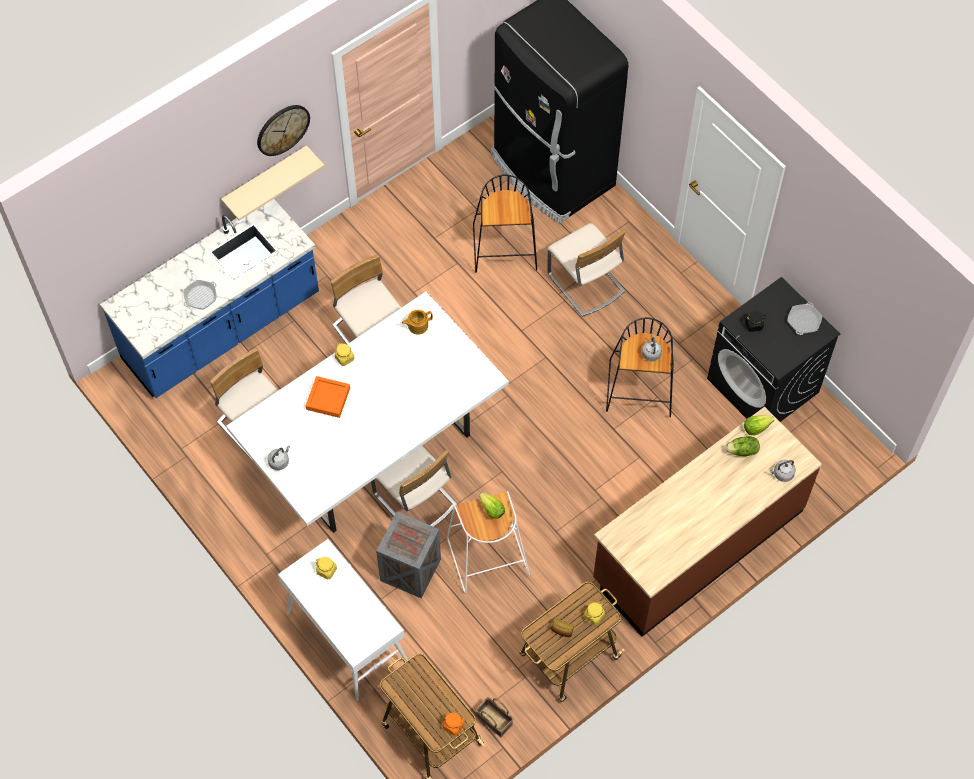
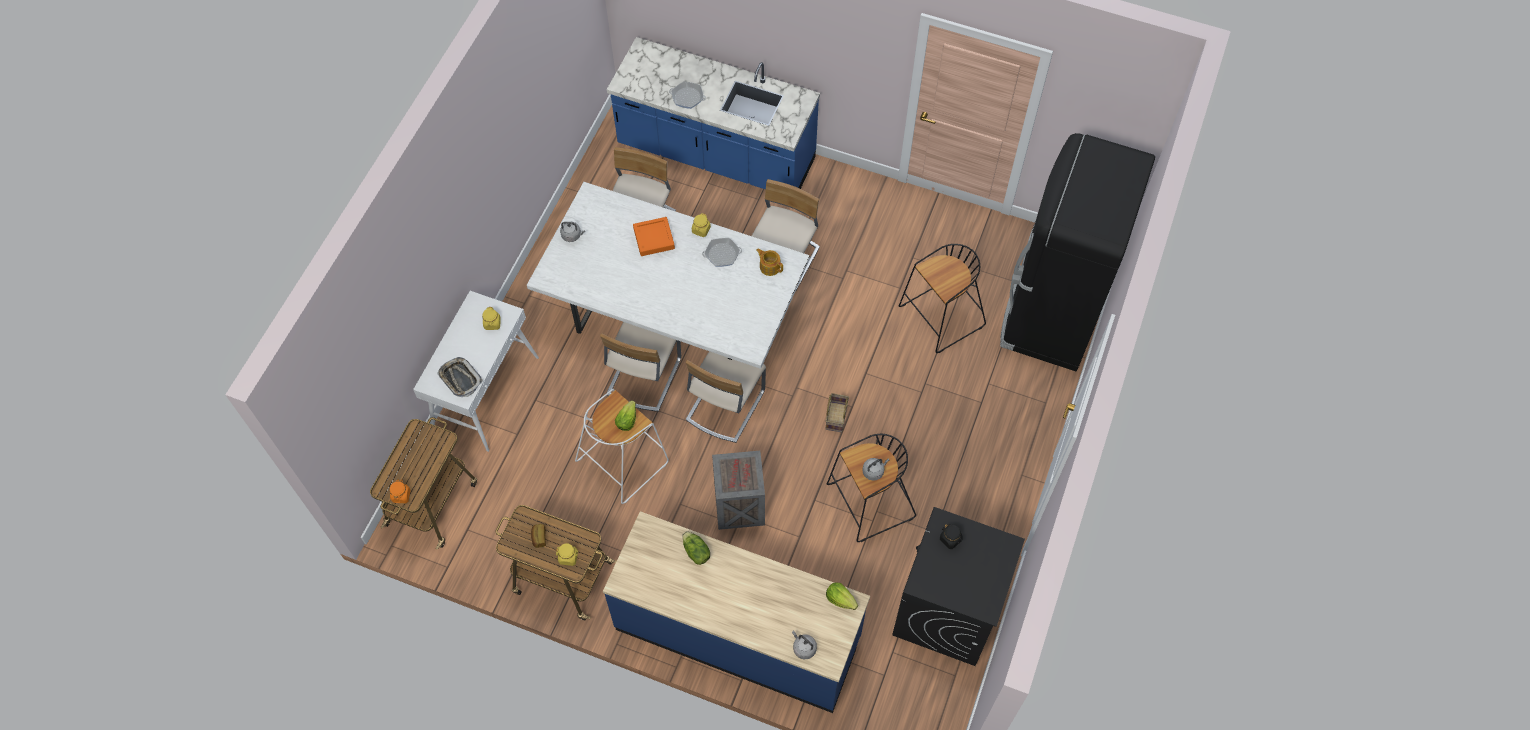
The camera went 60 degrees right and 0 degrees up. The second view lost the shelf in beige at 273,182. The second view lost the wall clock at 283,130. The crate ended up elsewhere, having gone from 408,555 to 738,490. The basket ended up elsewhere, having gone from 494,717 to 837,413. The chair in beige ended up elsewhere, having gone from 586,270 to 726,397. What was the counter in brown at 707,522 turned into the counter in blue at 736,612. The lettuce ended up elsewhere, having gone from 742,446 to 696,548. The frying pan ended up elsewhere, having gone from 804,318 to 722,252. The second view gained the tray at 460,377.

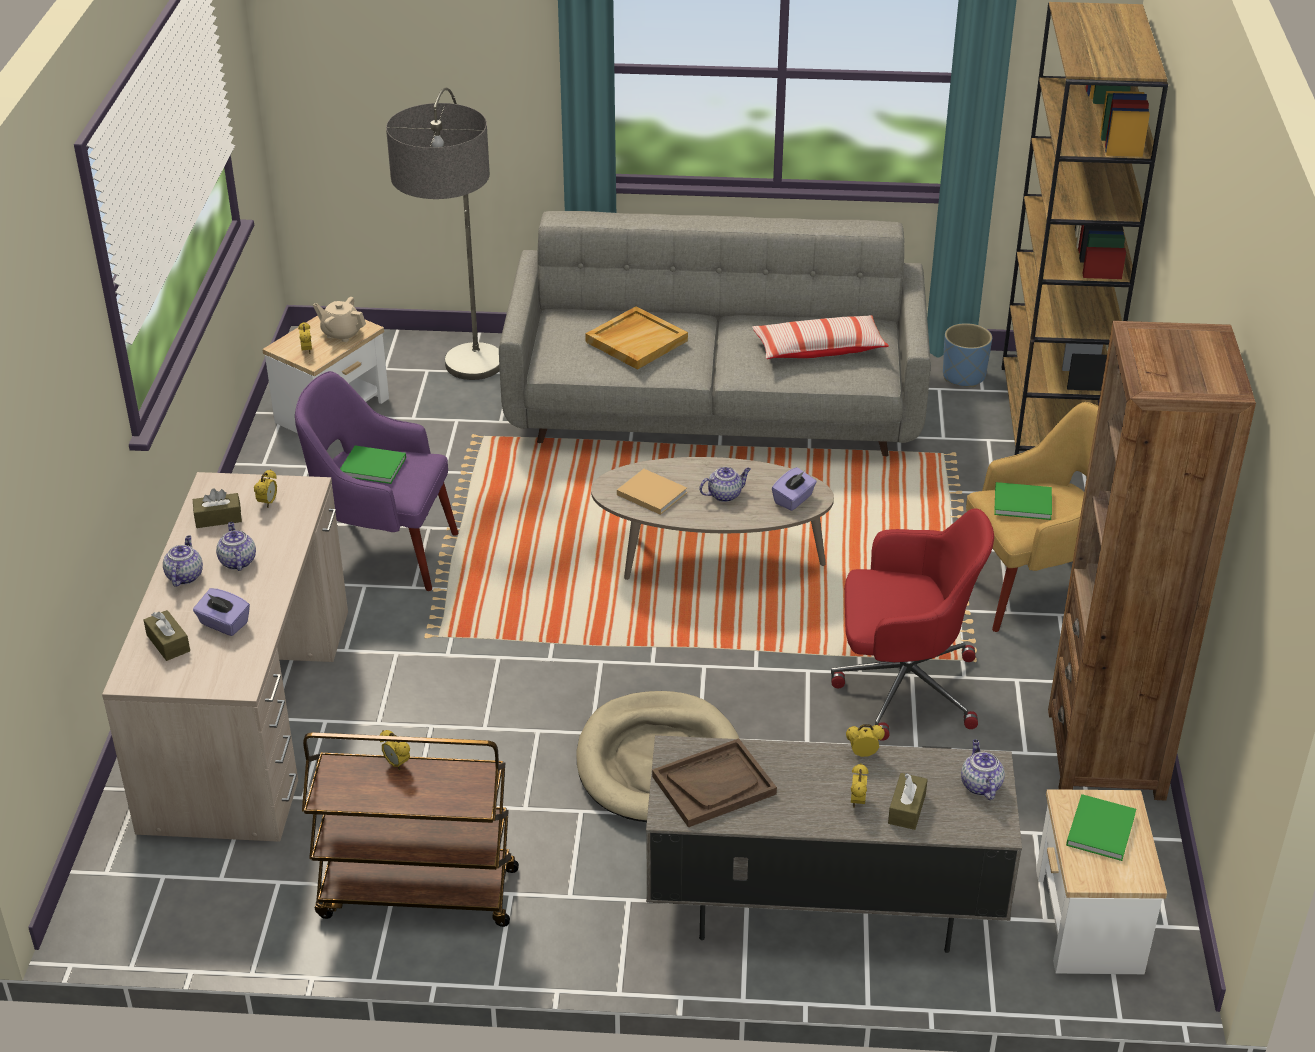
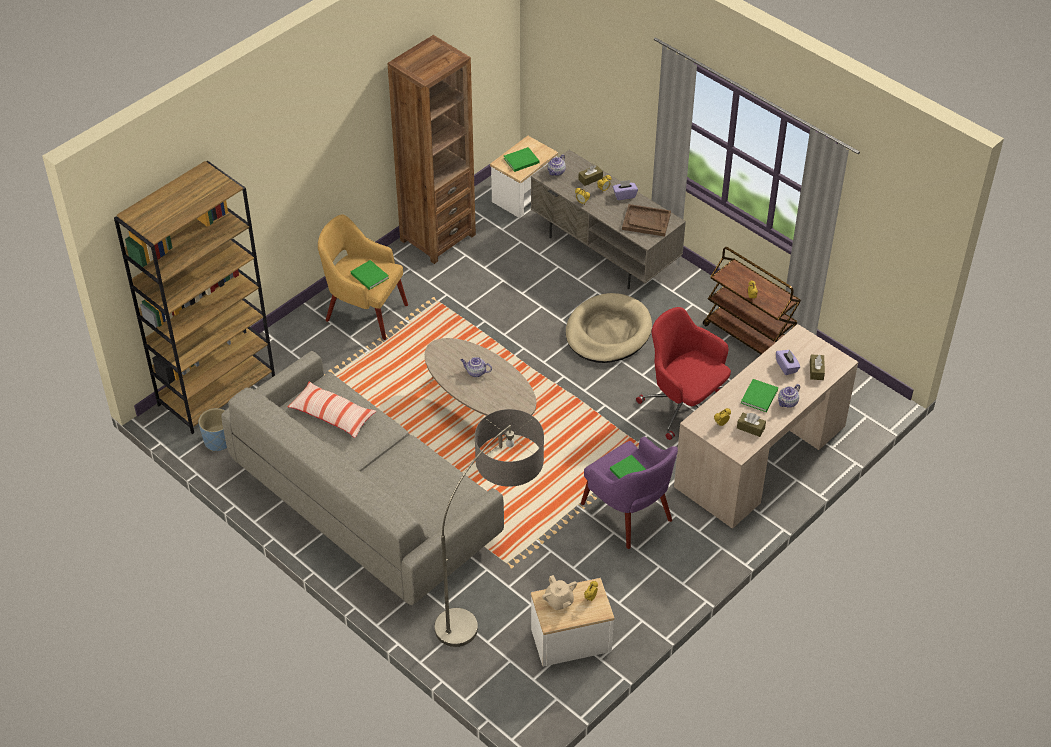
The camera went 140 degrees left and 10 degrees up. Where the teapot stood at 236,546, the book in green came to stand at 759,395. The second view lost the tray in beige at 636,338. The second view lost the book in beige at 652,492. The tissue box in purple ended up elsewhere, having gone from 794,489 to 625,190. The office chair in red ended up elsewhere, having gone from 912,624 to 683,373.

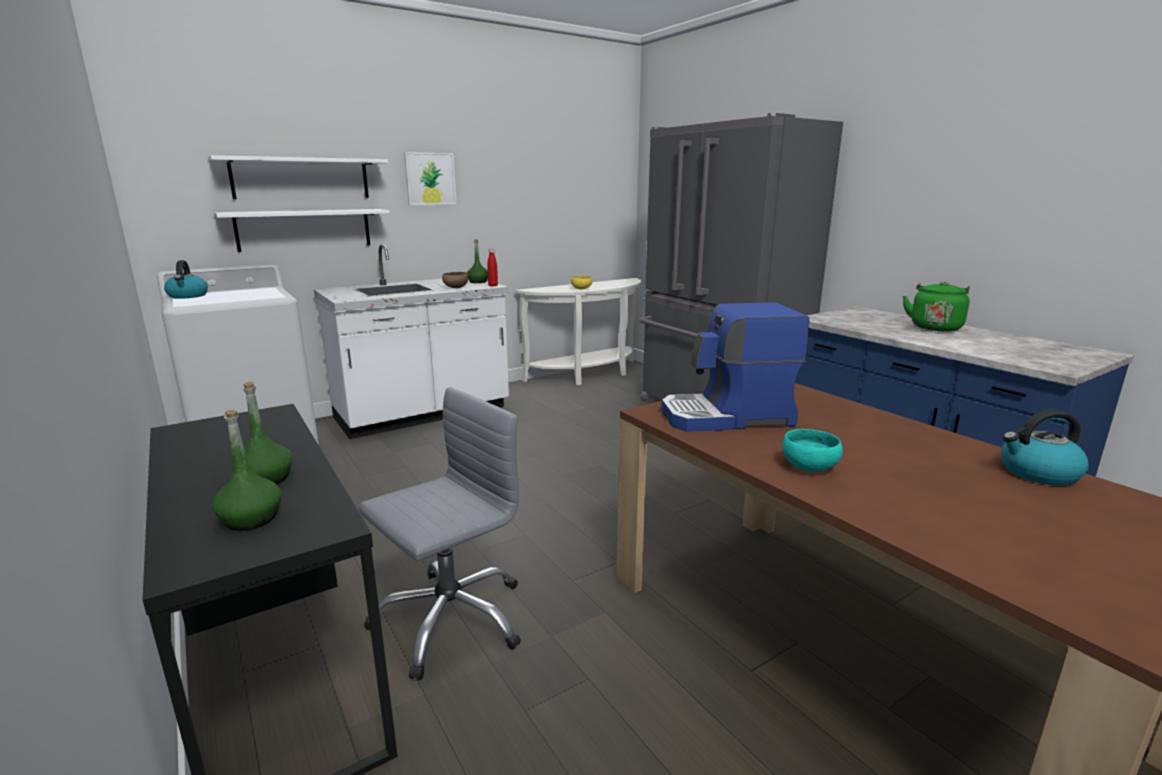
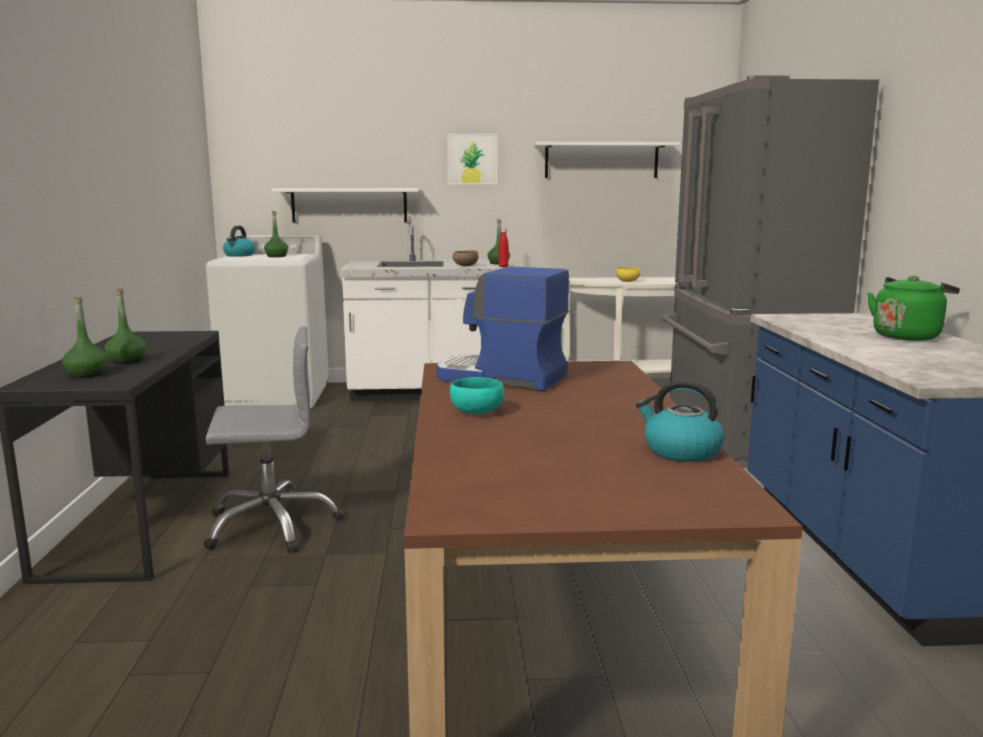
The camera went 30 degrees right and 5 degrees down. The shelf in white ended up elsewhere, having gone from 298,177 to 606,160. The second view gained the bottle in green at 276,234.

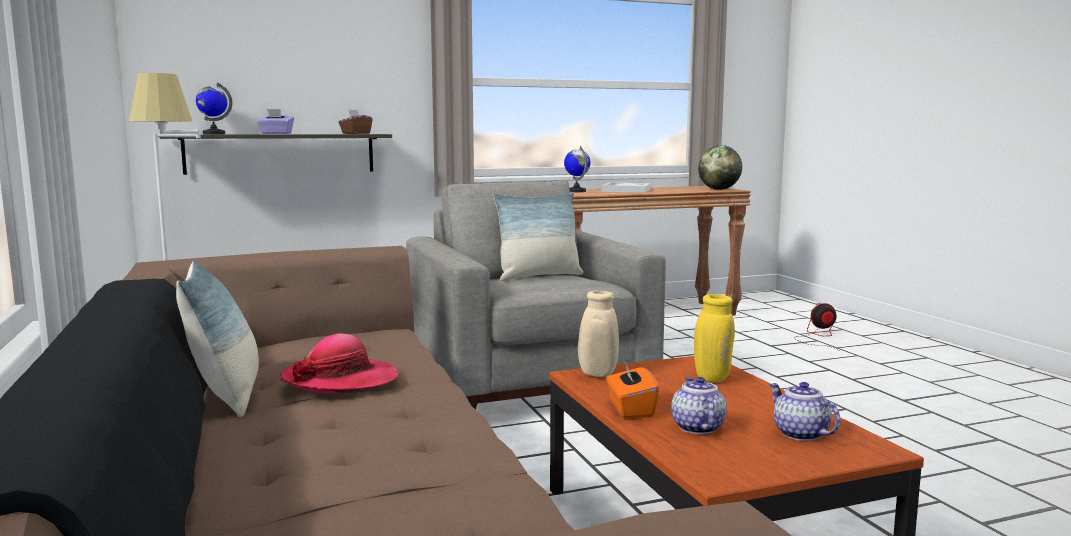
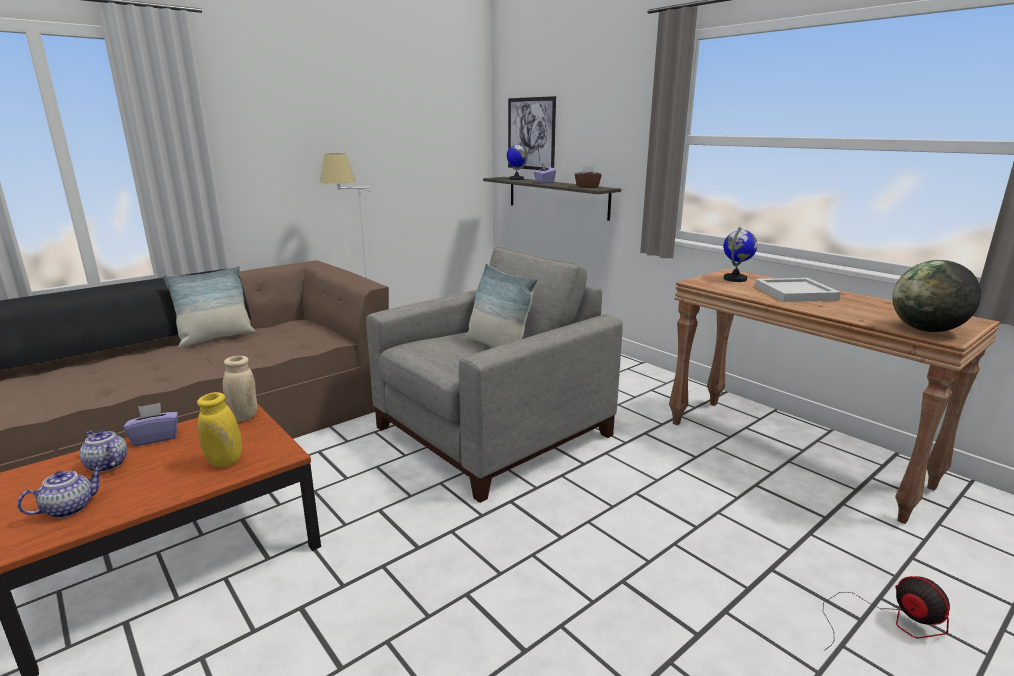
The camera went 70 degrees right and 10 degrees up. The second view lost the hat at 339,363. What was the tissue box in orange at 632,389 turned into the tissue box in purple at 150,424. The teapot at 699,405 ended up facing another way, 120 degrees counterclockwise from before. The second view gained the picture at 532,133.

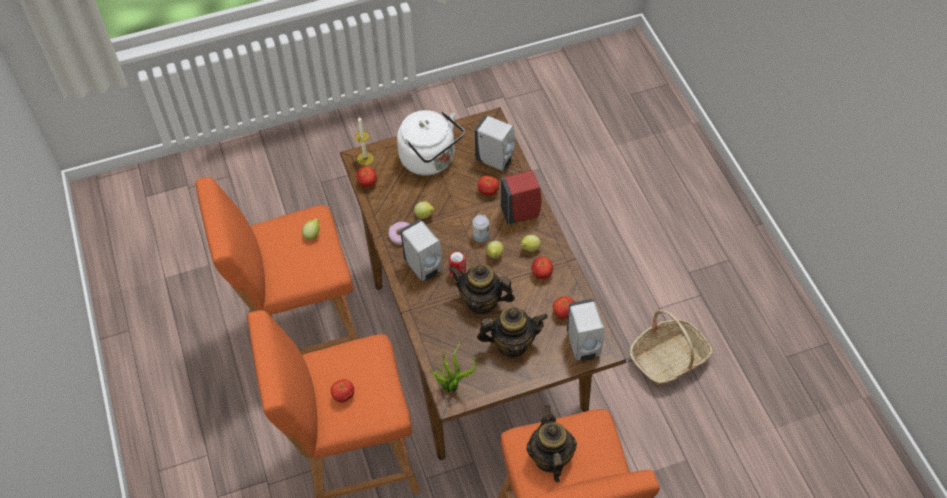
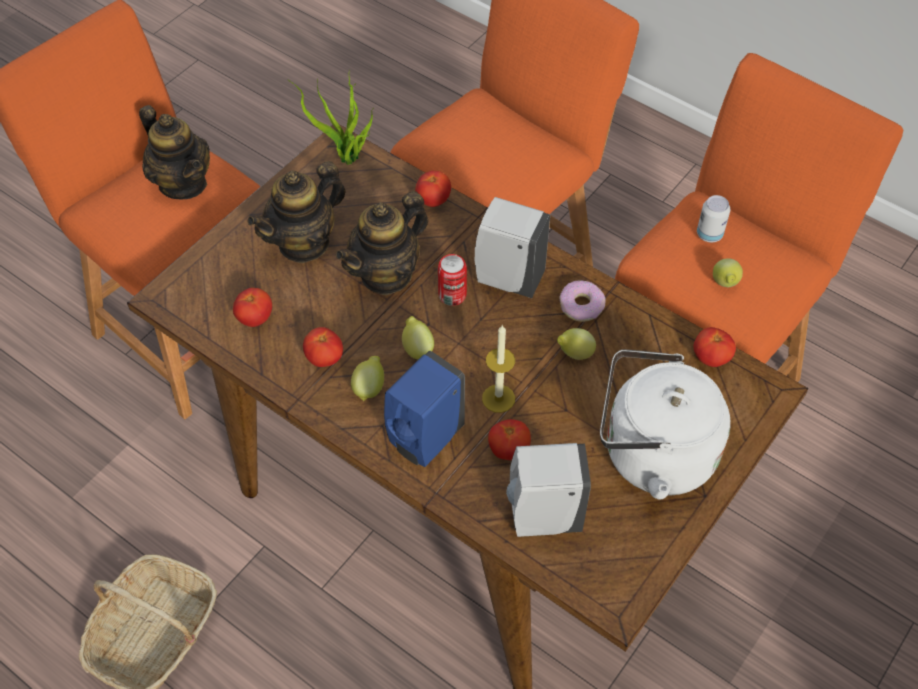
The camera went 145 degrees right and 0 degrees up. The tomato ended up elsewhere, having gone from 342,390 to 433,188. The candle ended up elsewhere, having gone from 364,141 to 498,369. The teapot at 482,289 ended up facing another way, 150 degrees clockwise from before. The can ended up elsewhere, having gone from 480,228 to 713,218. What was the soap dispenser in red at 521,197 turned into the soap dispenser in blue at 424,409. The second view lost the soap dispenser in white at 585,330.

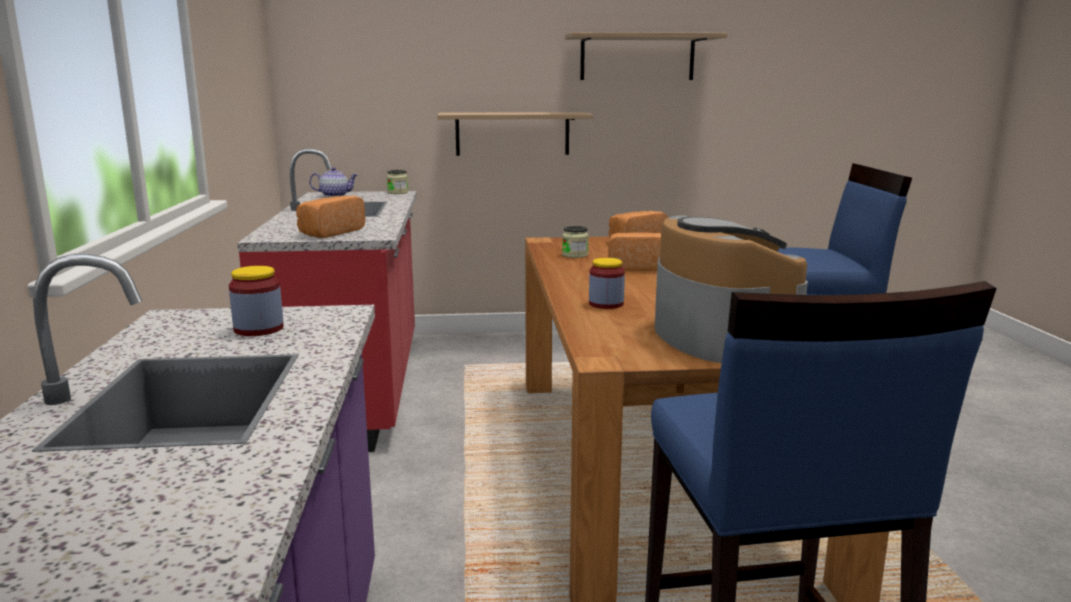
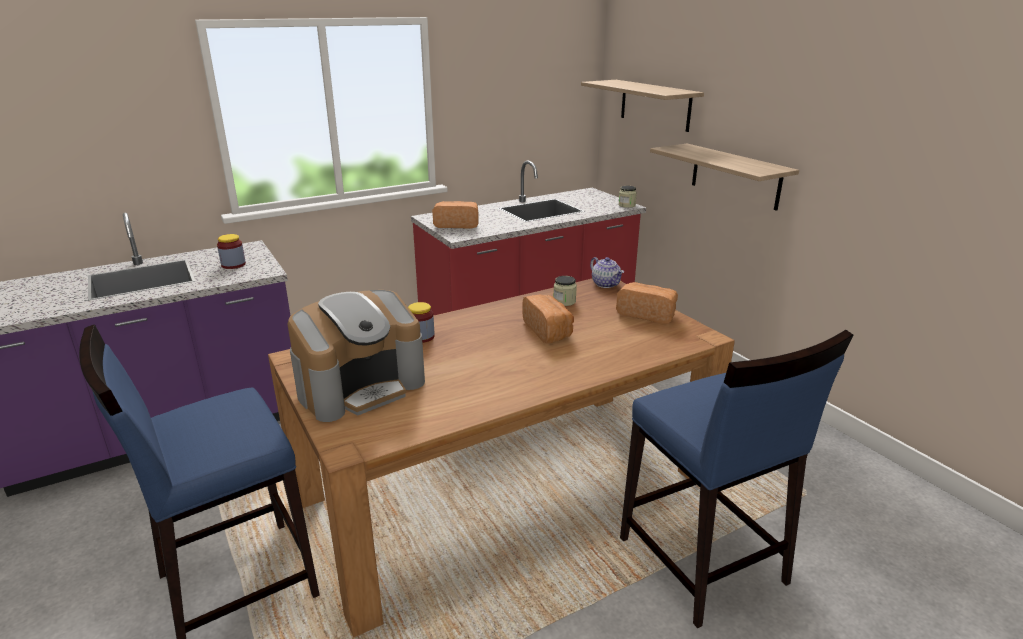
The camera went 65 degrees right and 10 degrees up. The teapot ended up elsewhere, having gone from 333,182 to 607,272. The shelf ended up elsewhere, having gone from 646,56 to 642,106.

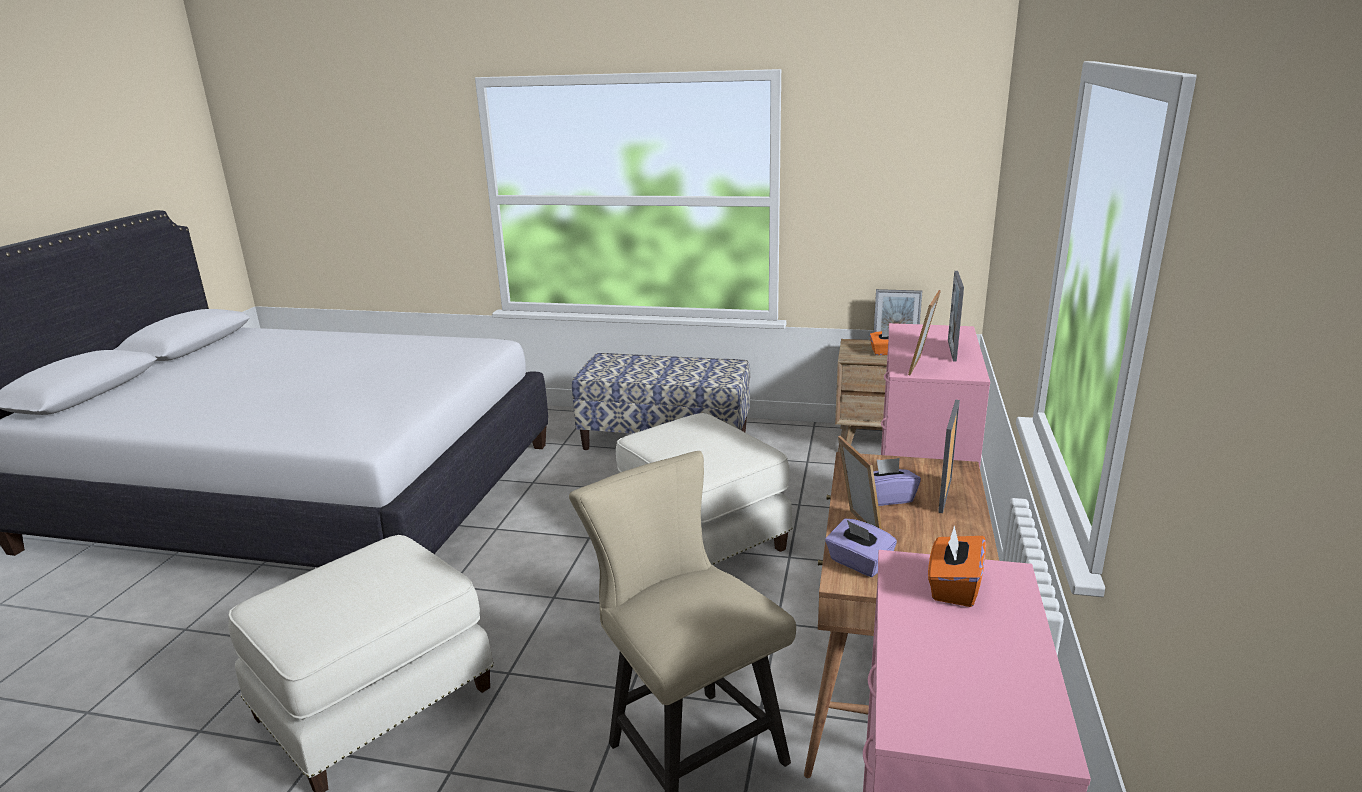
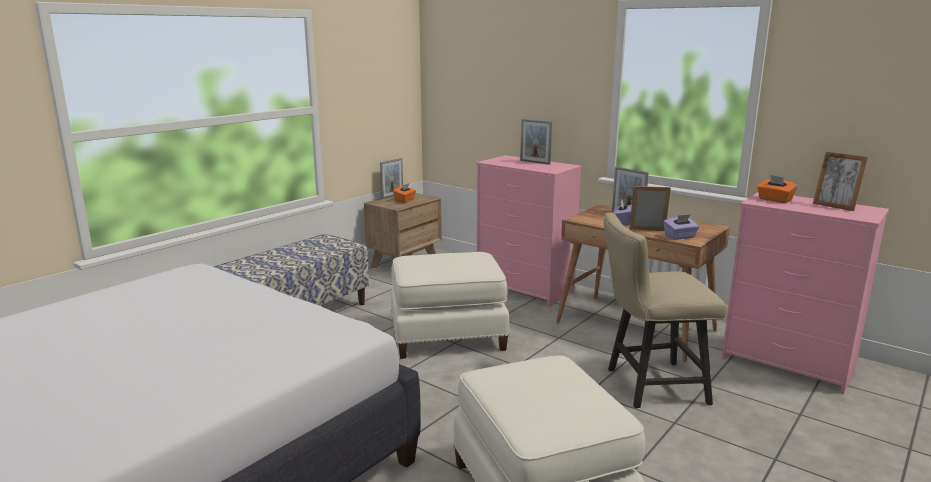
The camera went 65 degrees left and 5 degrees down. The picture frame ended up elsewhere, having gone from 924,332 to 840,181.

